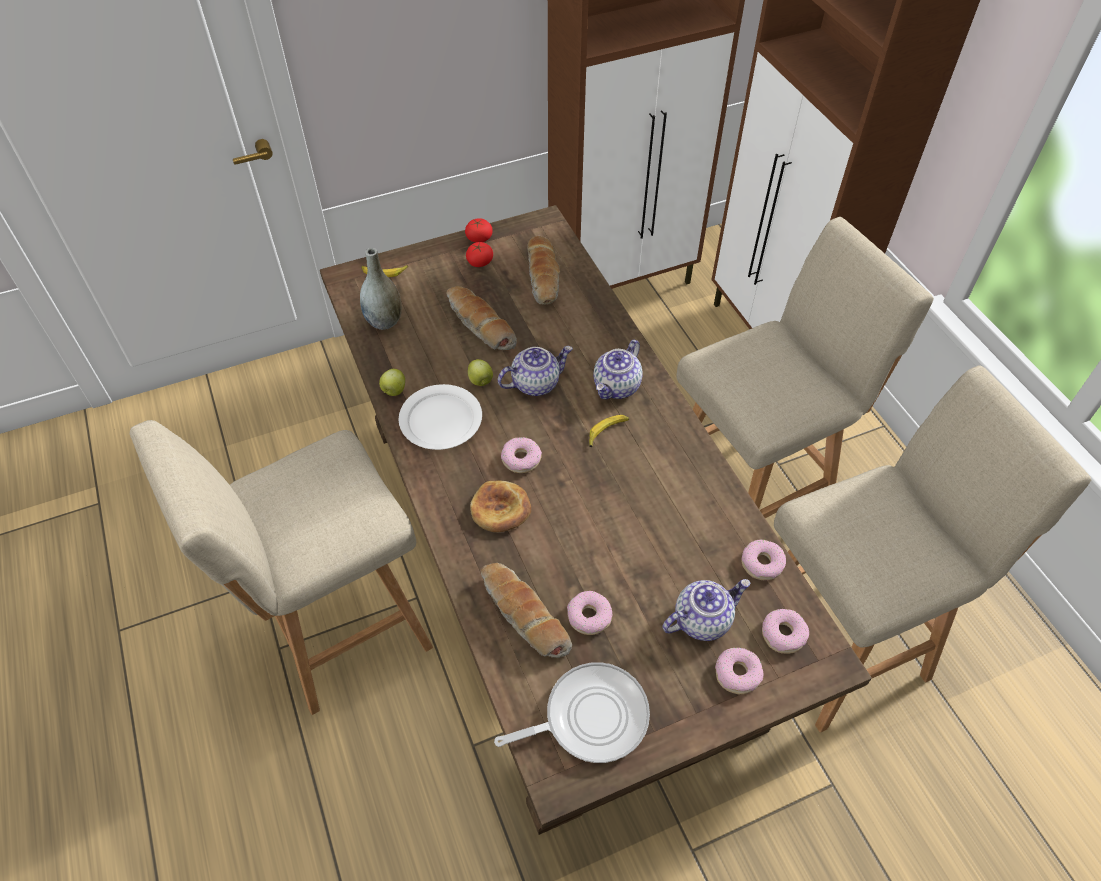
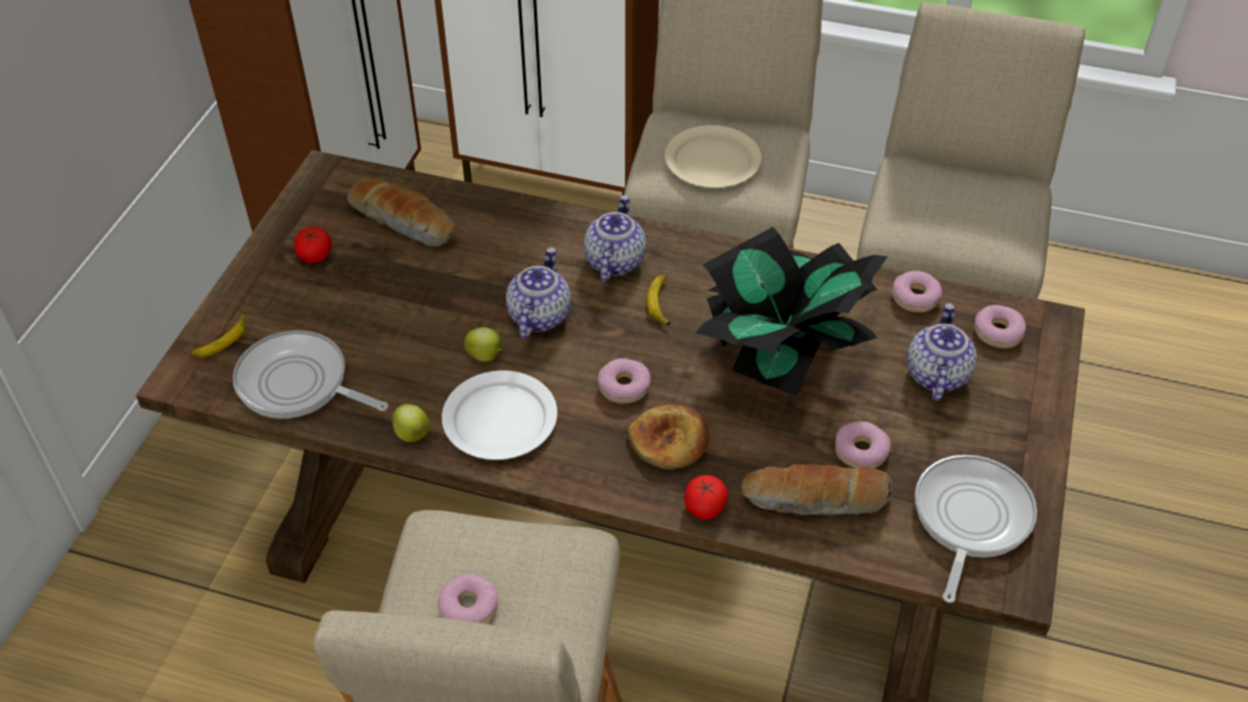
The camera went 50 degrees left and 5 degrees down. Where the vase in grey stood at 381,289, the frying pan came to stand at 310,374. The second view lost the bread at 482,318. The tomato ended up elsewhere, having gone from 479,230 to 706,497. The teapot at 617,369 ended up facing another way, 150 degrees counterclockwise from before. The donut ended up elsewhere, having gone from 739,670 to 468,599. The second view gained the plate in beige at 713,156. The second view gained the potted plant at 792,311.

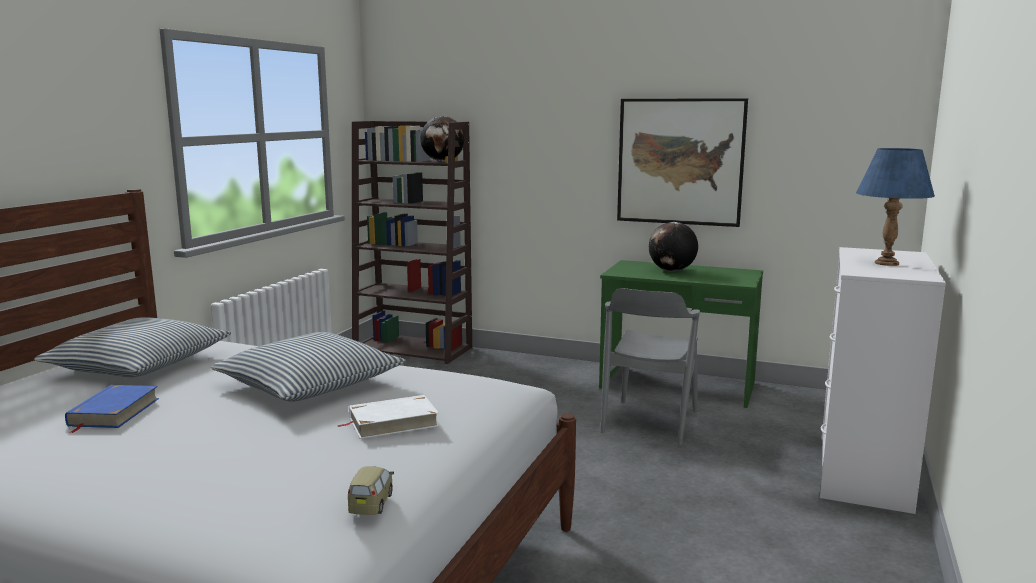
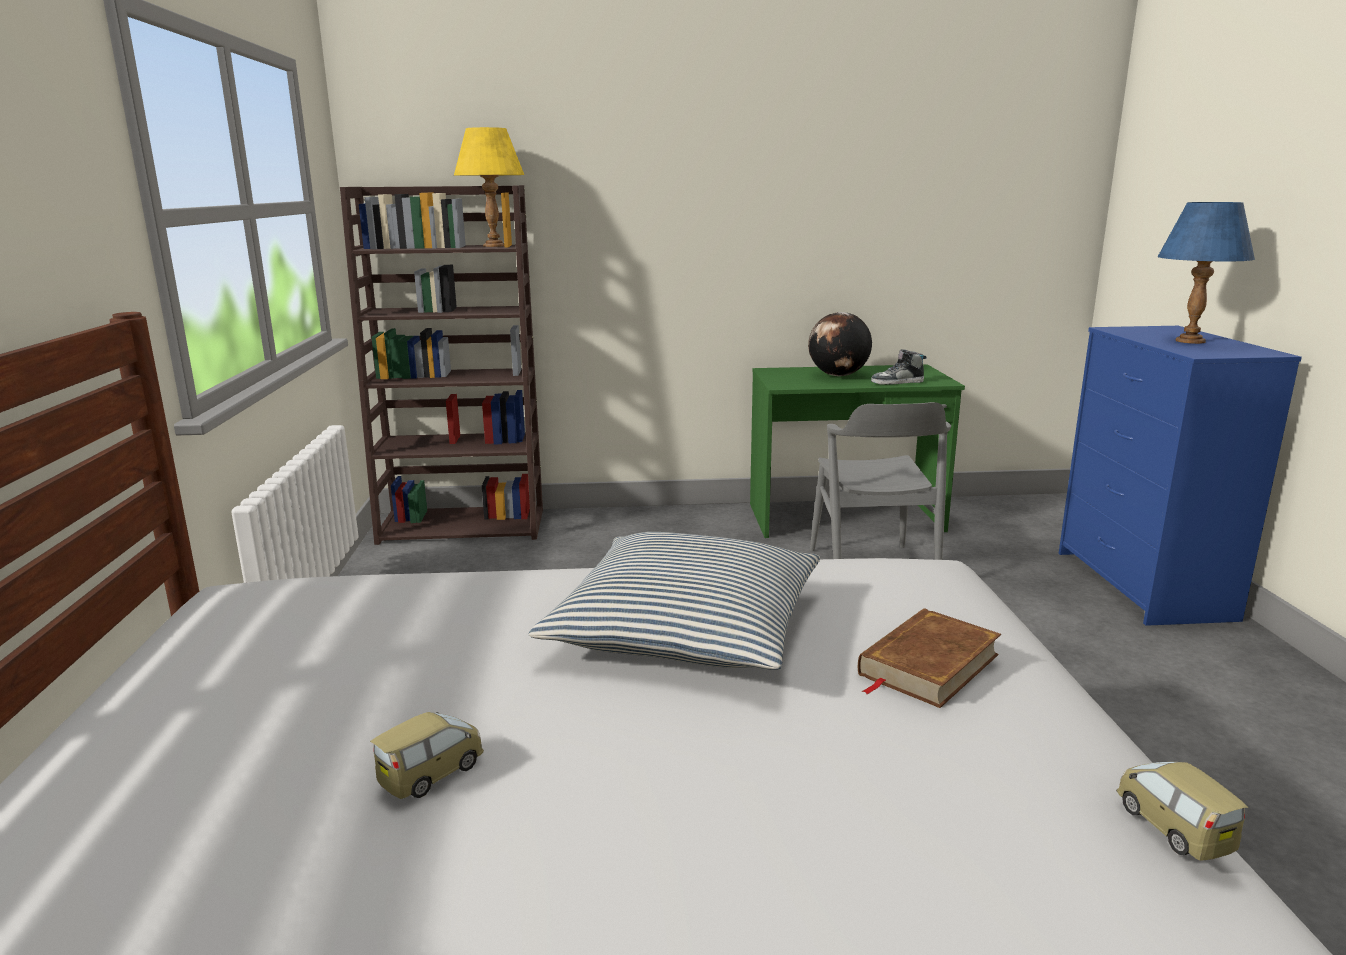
The camera went 25 degrees left and 5 degrees up. The second view lost the pillow at 132,347. Where the book in blue stood at 112,409, the toy car came to stand at 427,755. What was the book in white at 388,417 turned into the book in brown at 929,658. Where the globe stood at 442,139, the table lamp in yellow came to stand at 489,187. The second view lost the picture at 682,162. What was the dresser in white at 883,380 turned into the dresser in blue at 1180,476. The second view gained the shoe at 899,367.

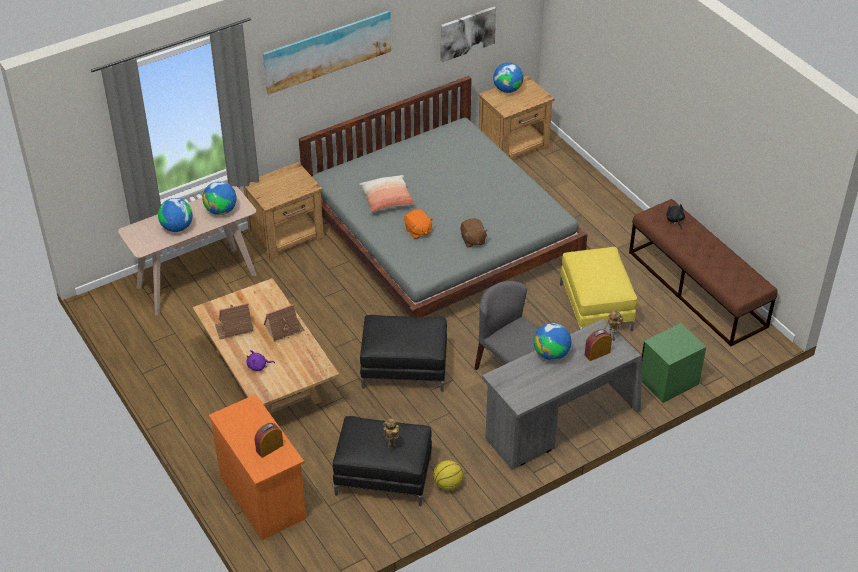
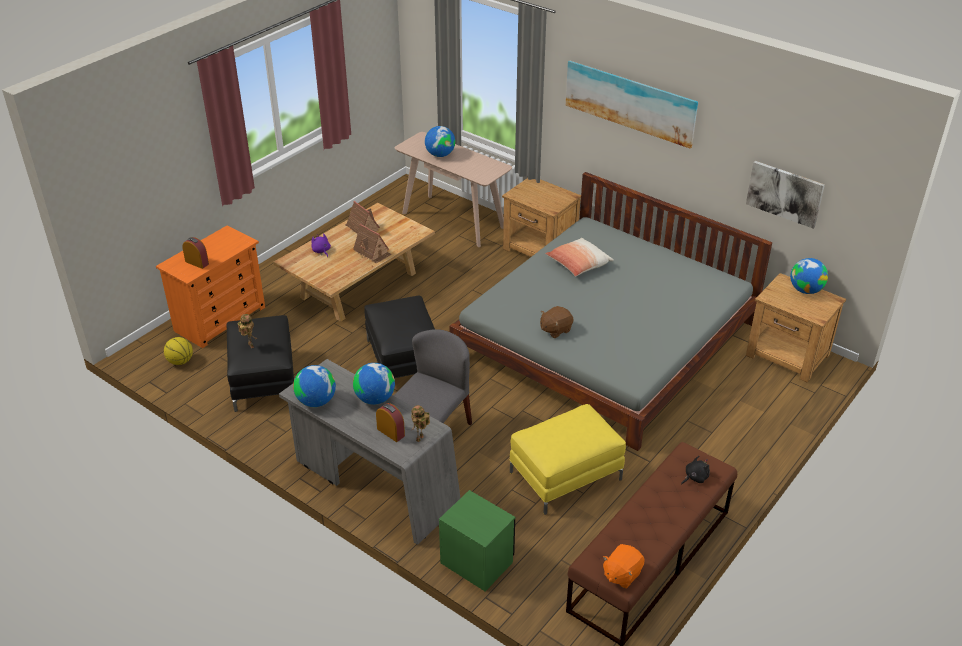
The camera went 70 degrees right and 5 degrees down. The globe ended up elsewhere, having gone from 219,198 to 314,386. The plush toy in orange ended up elsewhere, having gone from 418,224 to 624,566. The basketball ended up elsewhere, having gone from 448,475 to 178,351.

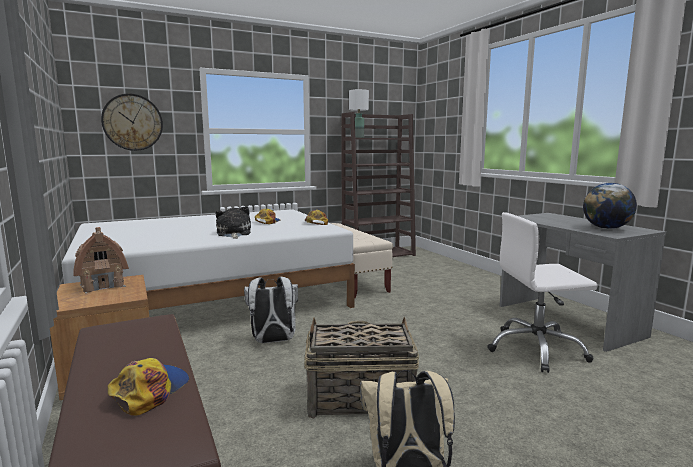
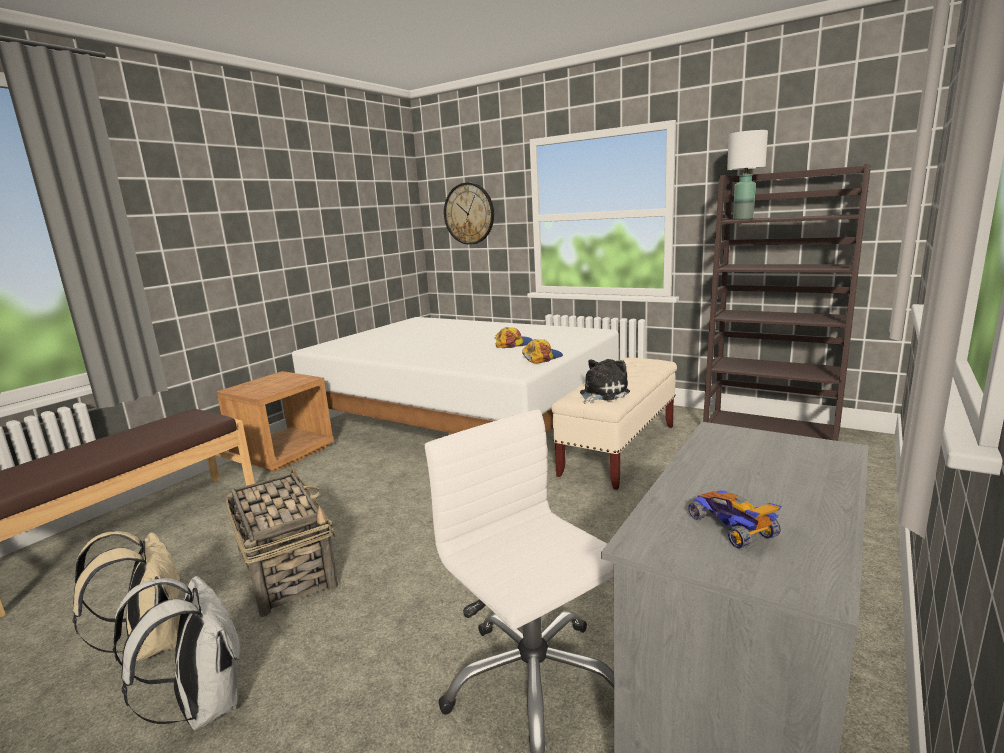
The camera went 60 degrees right and 5 degrees up. The second view lost the toy house at 101,260. The second view lost the cap at 148,386. The plush toy ended up elsewhere, having gone from 233,222 to 605,381. The backpack in white ended up elsewhere, having gone from 271,310 to 176,653. Where the globe stood at 610,206, the toy car came to stand at 735,519.

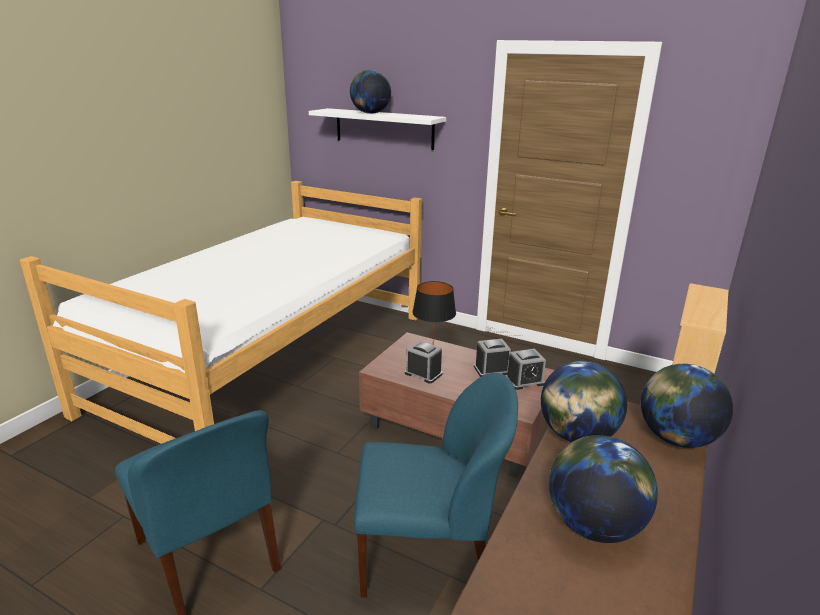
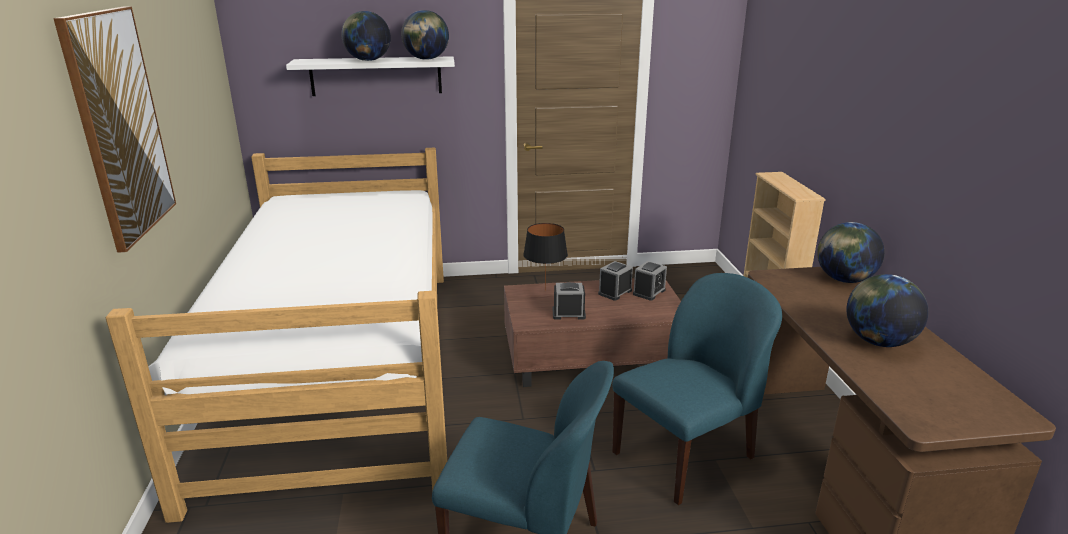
The camera went 35 degrees left and 0 degrees up. The globe ended up elsewhere, having gone from 584,401 to 425,35. The second view gained the picture at 115,129.

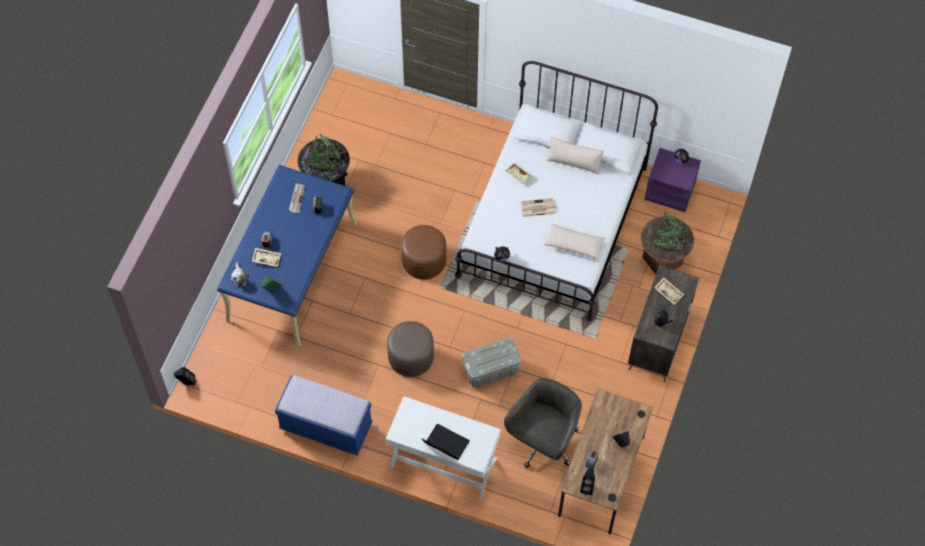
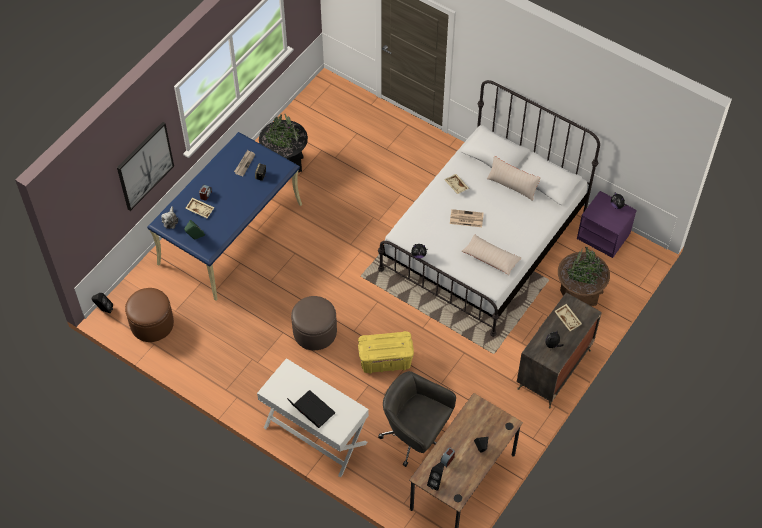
The camera went 15 degrees right and 5 degrees down. The second view lost the bench in blue at 324,415. The ottoman in brown ended up elsewhere, having gone from 423,252 to 149,315. What was the storage box in grey at 491,362 turned into the storage box in yellow at 386,352. The office chair in grey at 543,423 ended up facing another way, 105 degrees counterclockwise from before. The second view gained the picture at 145,166.

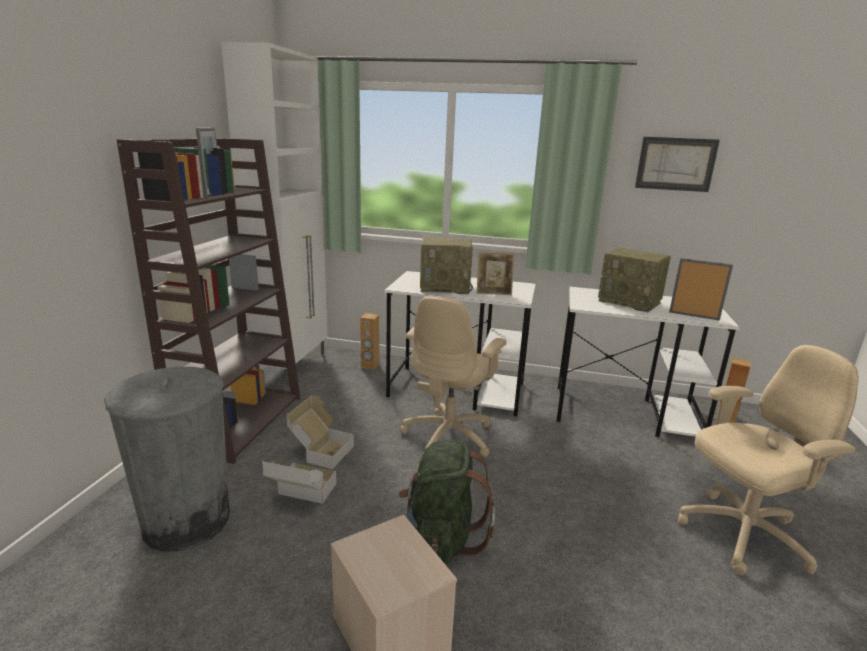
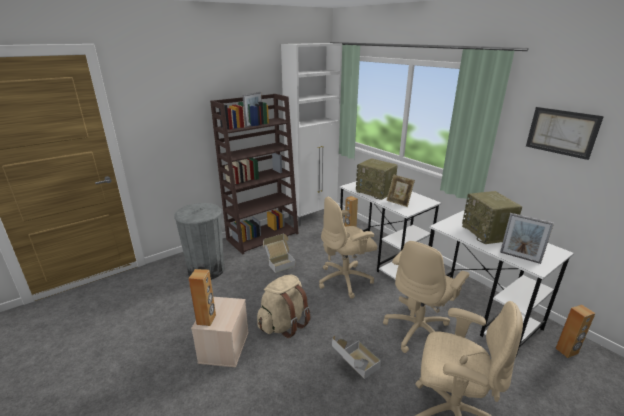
The camera went 40 degrees right and 5 degrees up. The cardboard box ended up elsewhere, having gone from 299,481 to 356,357. What was the backpack in green at 447,502 turned into the backpack in beige at 284,306. The picture frame at 701,289 ended up facing another way, 150 degrees clockwise from before. The second view gained the speaker in brown at 202,297. The second view gained the office chair in beige at 426,297.

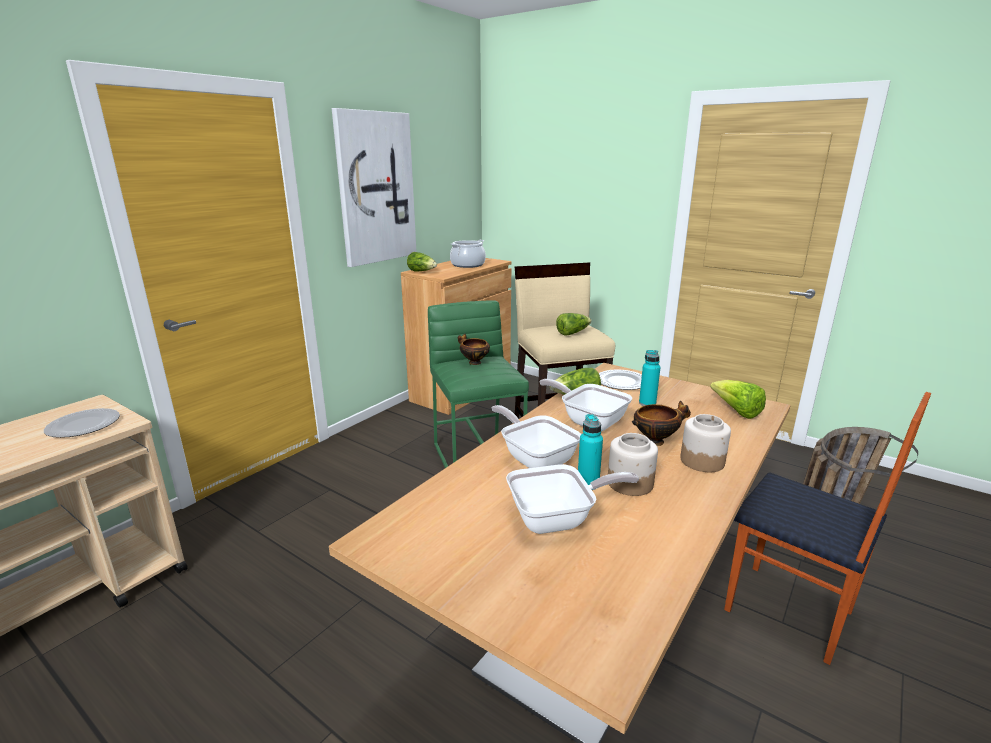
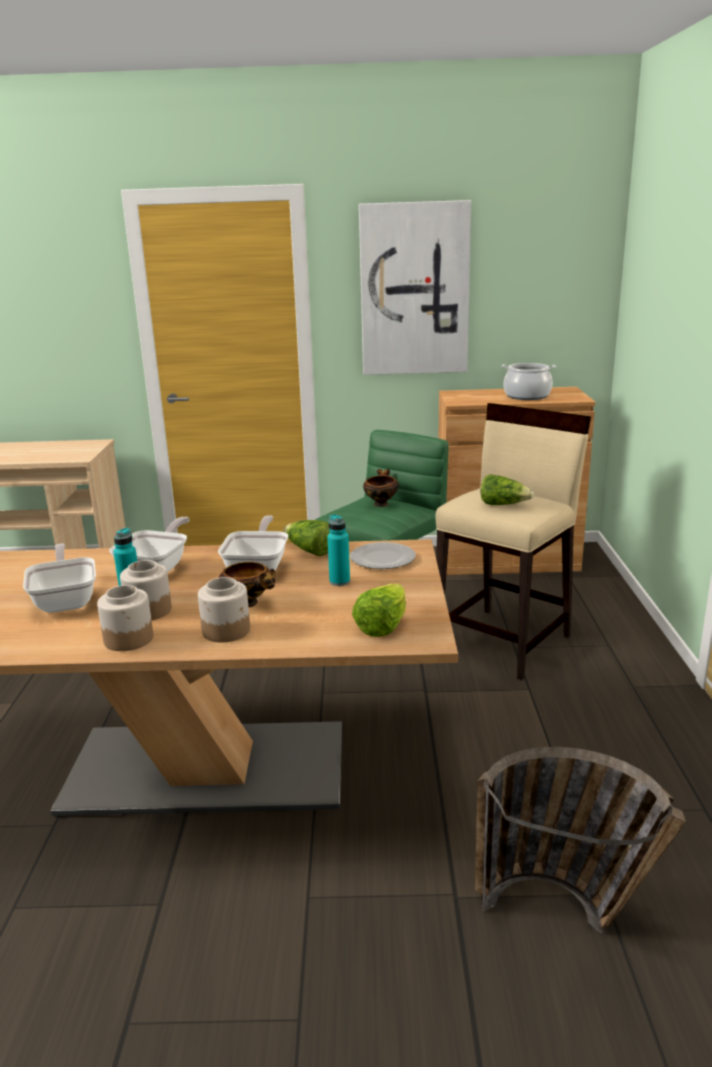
The camera went 55 degrees right and 0 degrees up. The second view lost the plate at 82,423. The second view lost the lettuce at 422,262. The frying pan at 572,499 ended up facing another way, 150 degrees counterclockwise from before. The second view lost the chair at 827,528. The second view gained the jar at 125,618.

